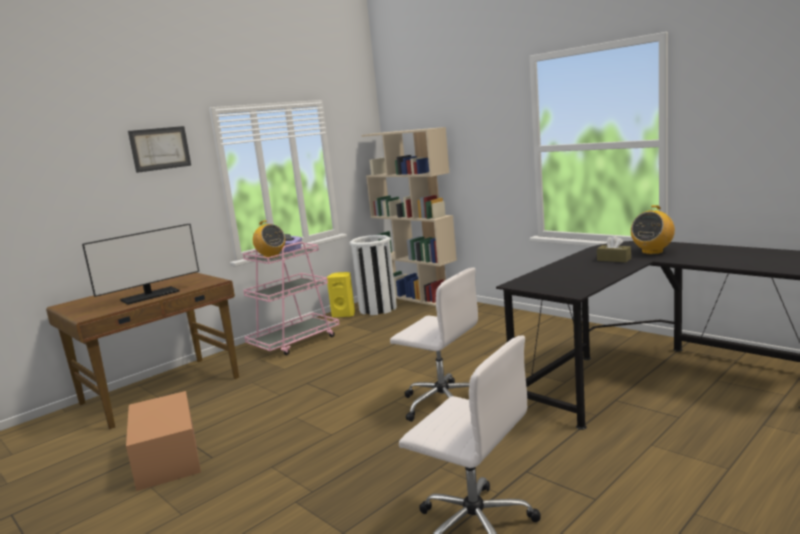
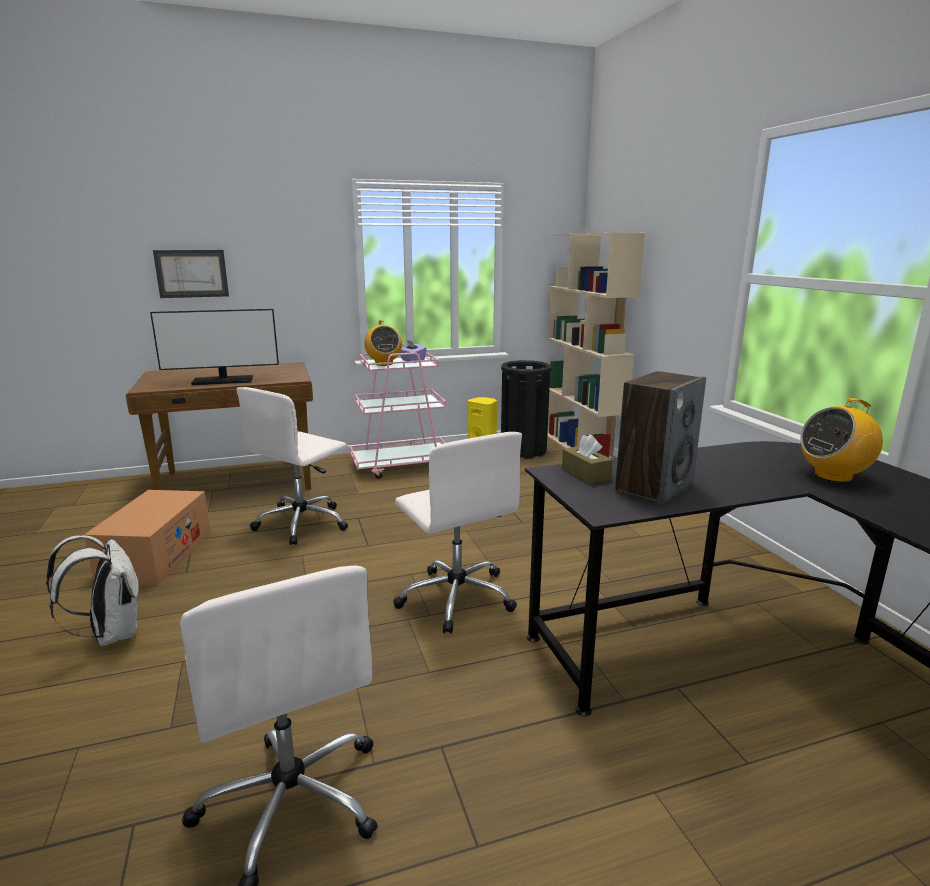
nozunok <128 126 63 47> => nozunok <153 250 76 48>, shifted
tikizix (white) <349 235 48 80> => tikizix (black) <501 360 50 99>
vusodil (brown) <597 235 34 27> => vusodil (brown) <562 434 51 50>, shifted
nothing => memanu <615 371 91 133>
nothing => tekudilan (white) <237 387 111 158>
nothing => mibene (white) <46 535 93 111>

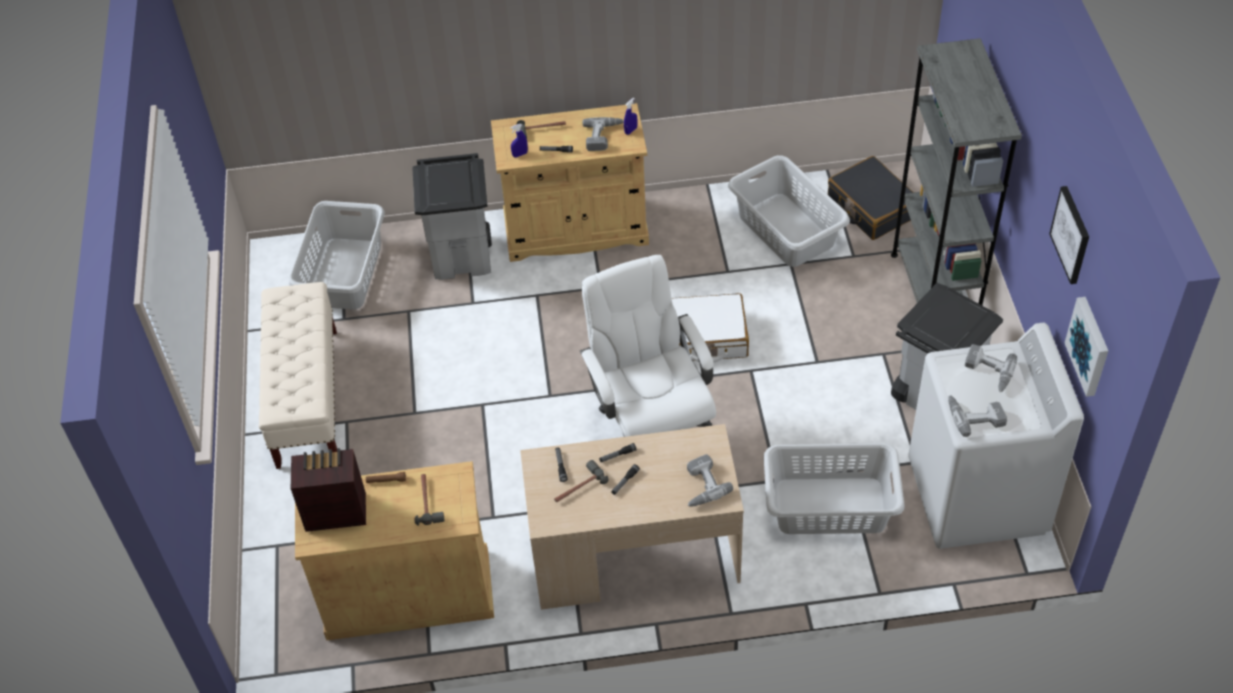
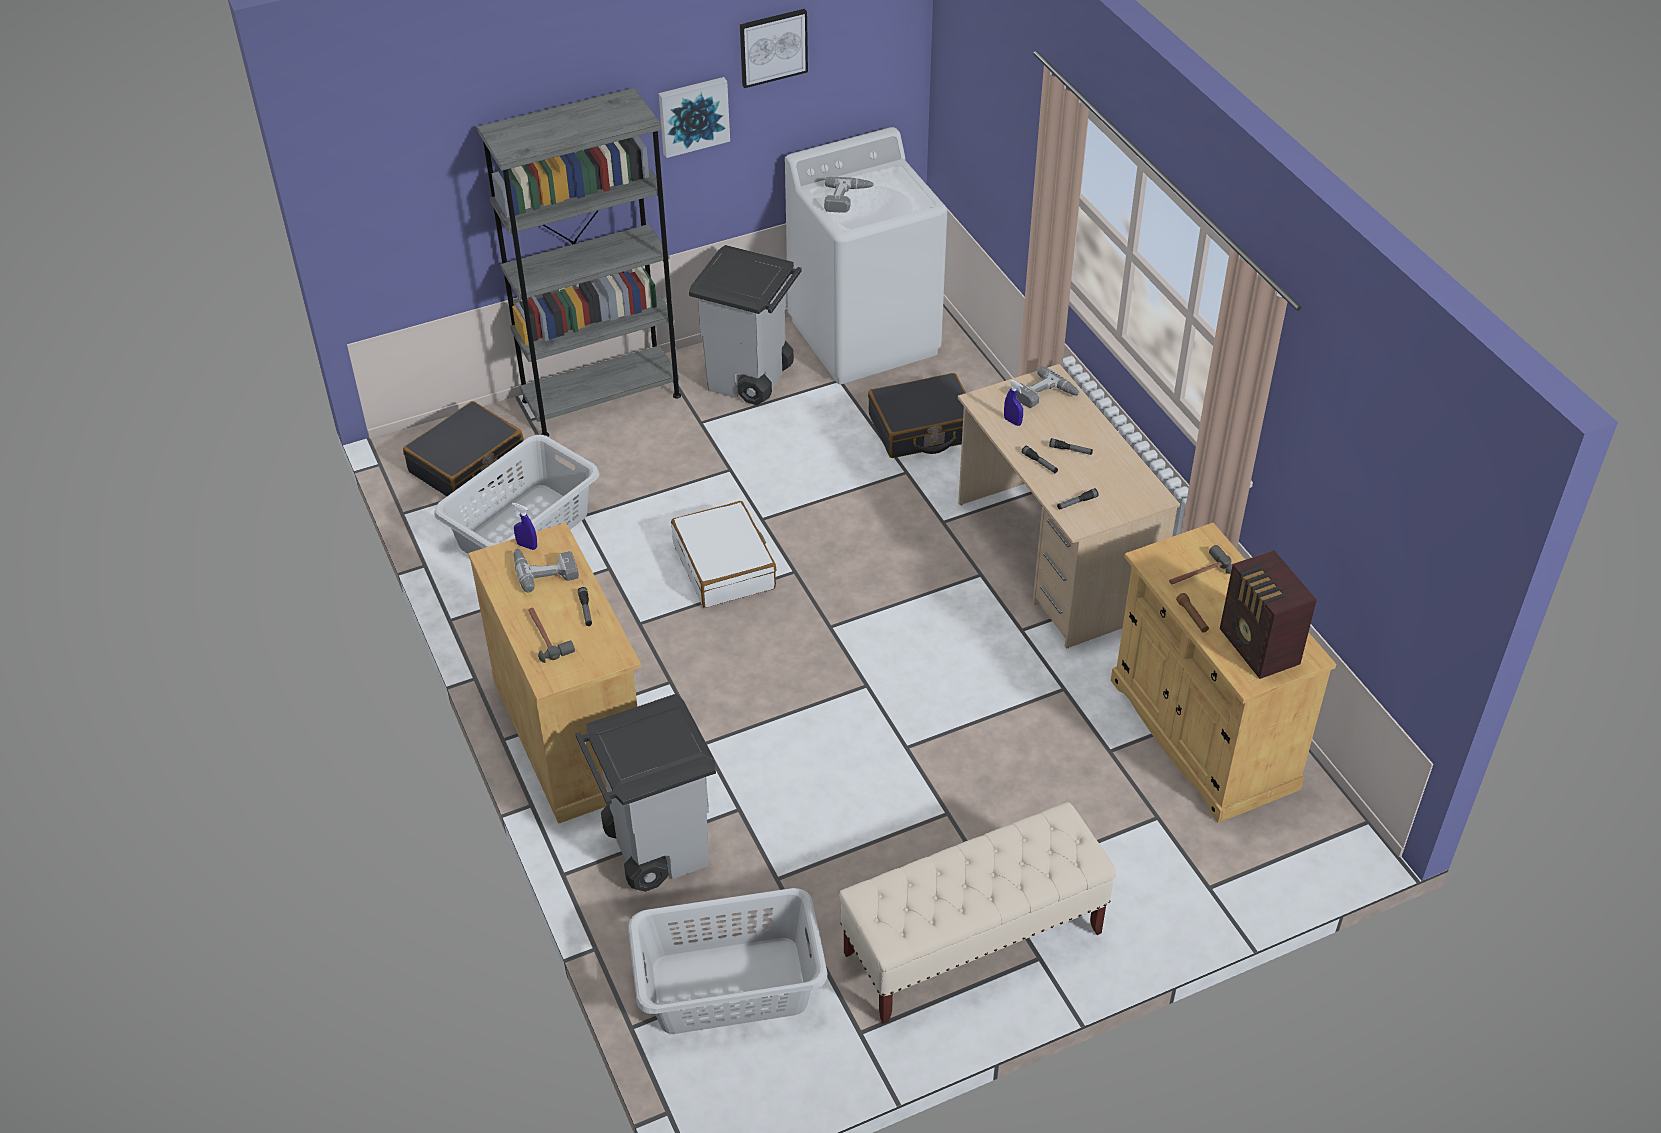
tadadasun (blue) <510 124 18 34> => tadadasun (blue) <1004 380 19 46>, shifted
tekudilan (white) <580 255 136 182> => nothing
nozunok <1065 297 43 100> => nozunok <659 77 71 81>, shifted
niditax <948 395 59 42> => nothing
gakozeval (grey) <764 443 141 91> => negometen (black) <868 373 98 85>
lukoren <554 460 54 42> => nothing

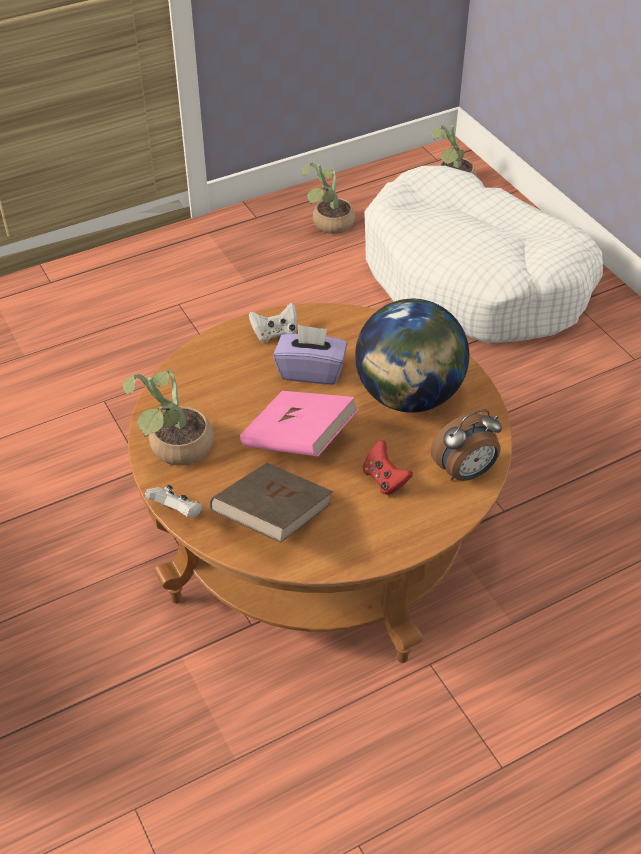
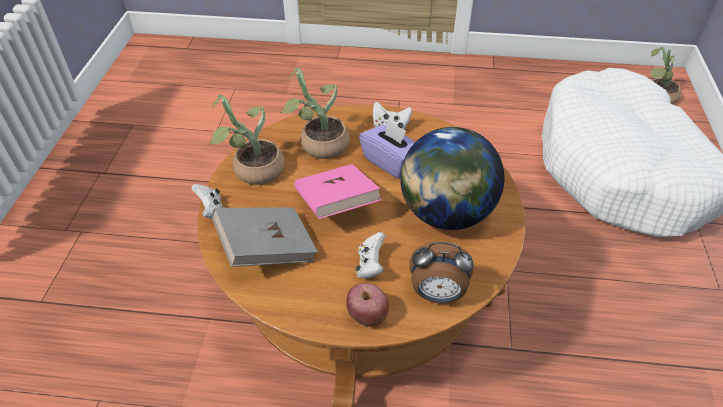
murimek <302 163 53 71> => murimek <280 68 70 91>, shifted
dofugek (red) <363 440 50 55> => dofugek (white) <356 232 30 47>
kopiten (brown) <210 463 123 80> => kopiten (grey) <212 208 106 59>
nothing => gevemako <347 283 42 43>

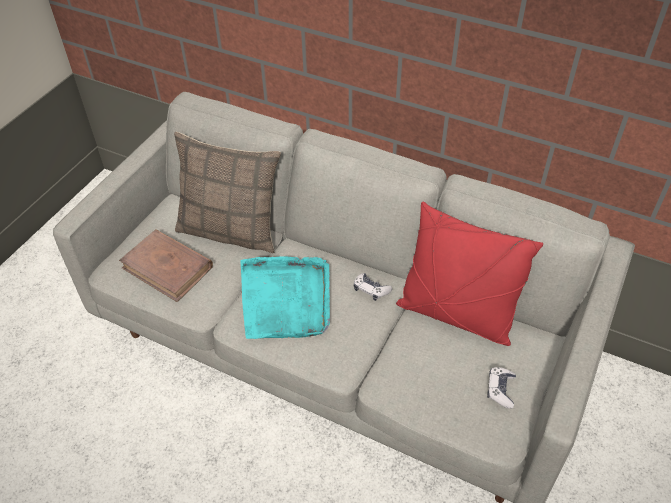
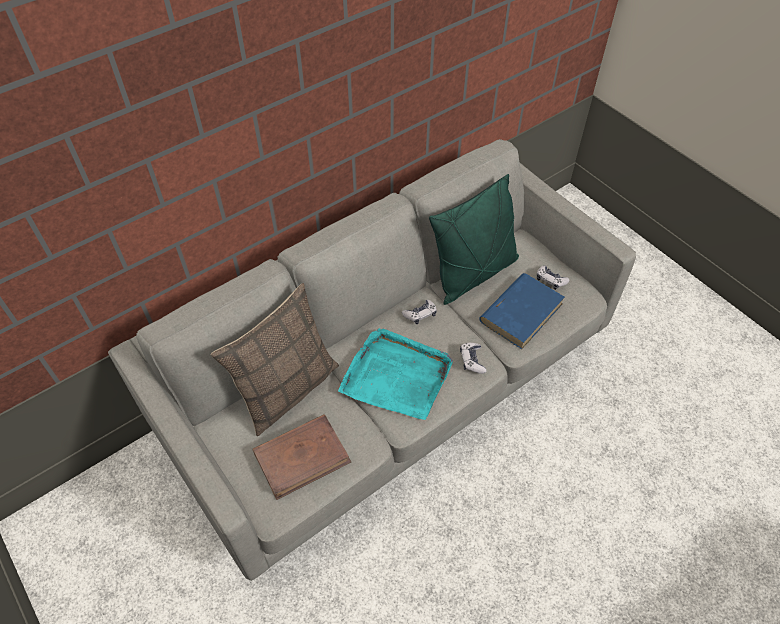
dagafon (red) <396 202 147 144> => dagafon (green) <429 174 90 131>
nothing => kopiten (blue) <479 273 86 76>
nothing => dofugek <460 343 27 31>

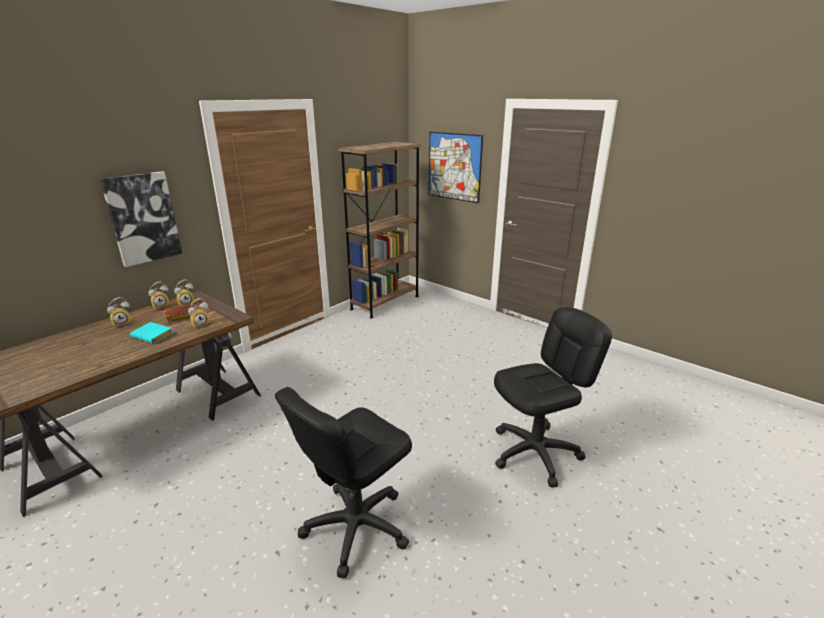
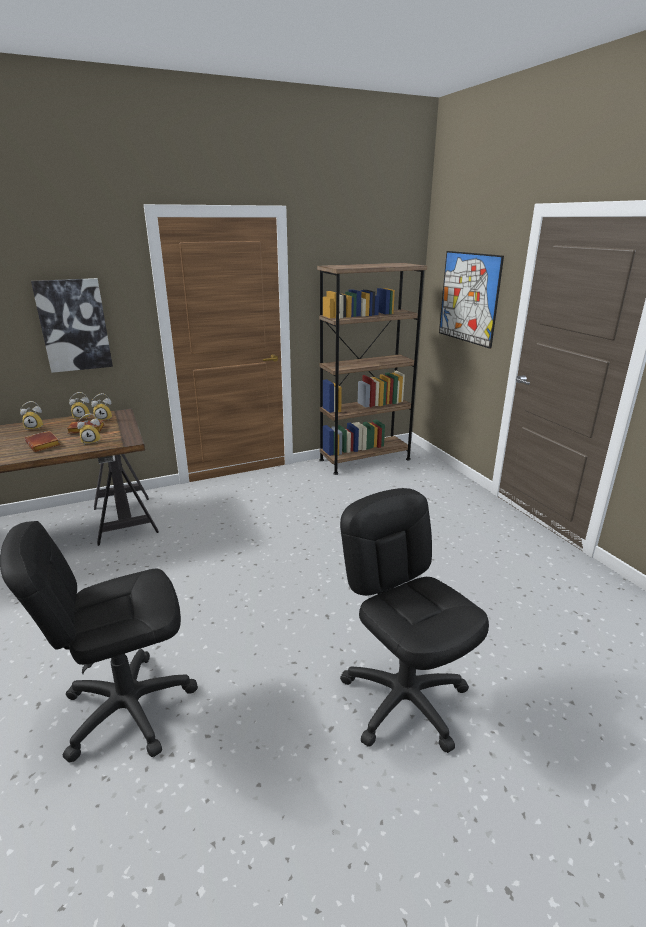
tekudilan (black) <494 307 118 181> => tekudilan (black) <340 488 149 265>, 120 degrees counterclockwise
kopiten (turquoise) <130 322 43 22> => kopiten (brown) <24 430 36 22>

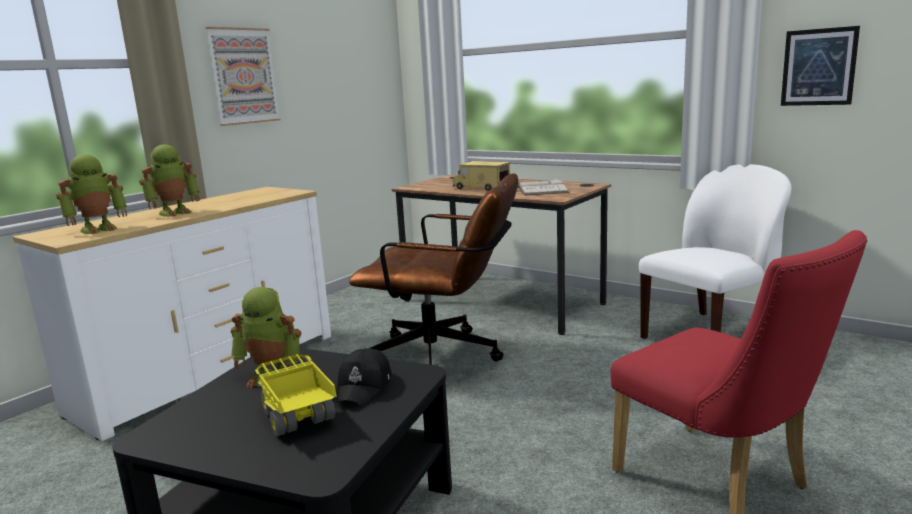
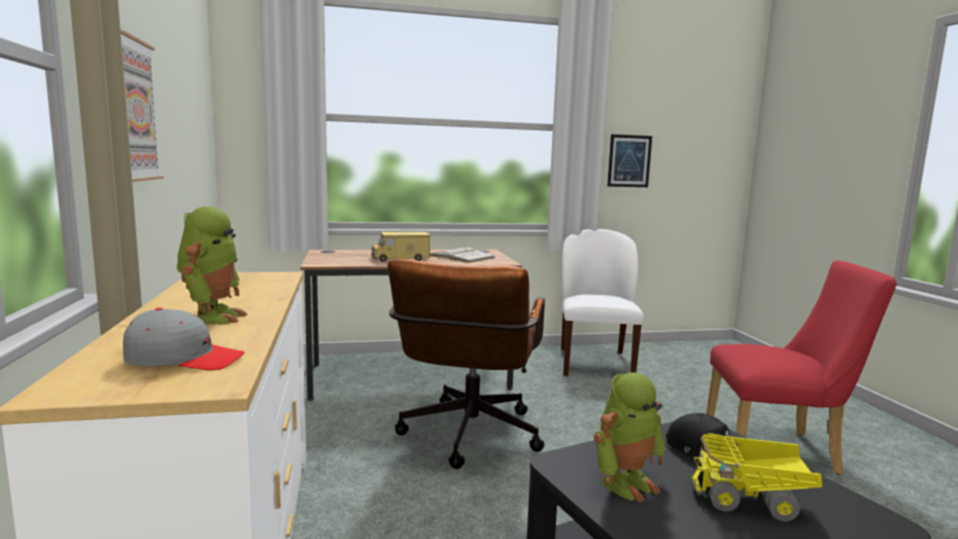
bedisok <56 154 71 80> => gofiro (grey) <123 308 121 62>
tekudilan (brown) <349 173 169 192> => tekudilan (brown) <388 259 157 210>, 135 degrees clockwise

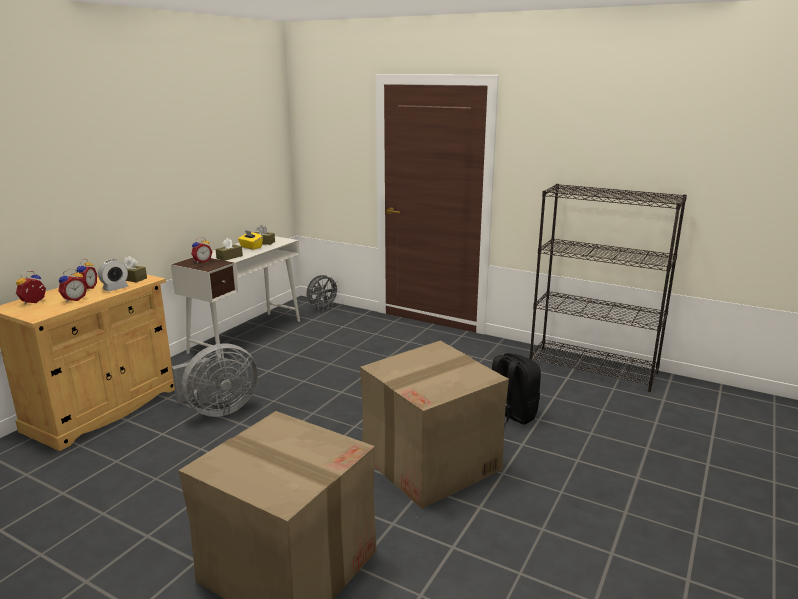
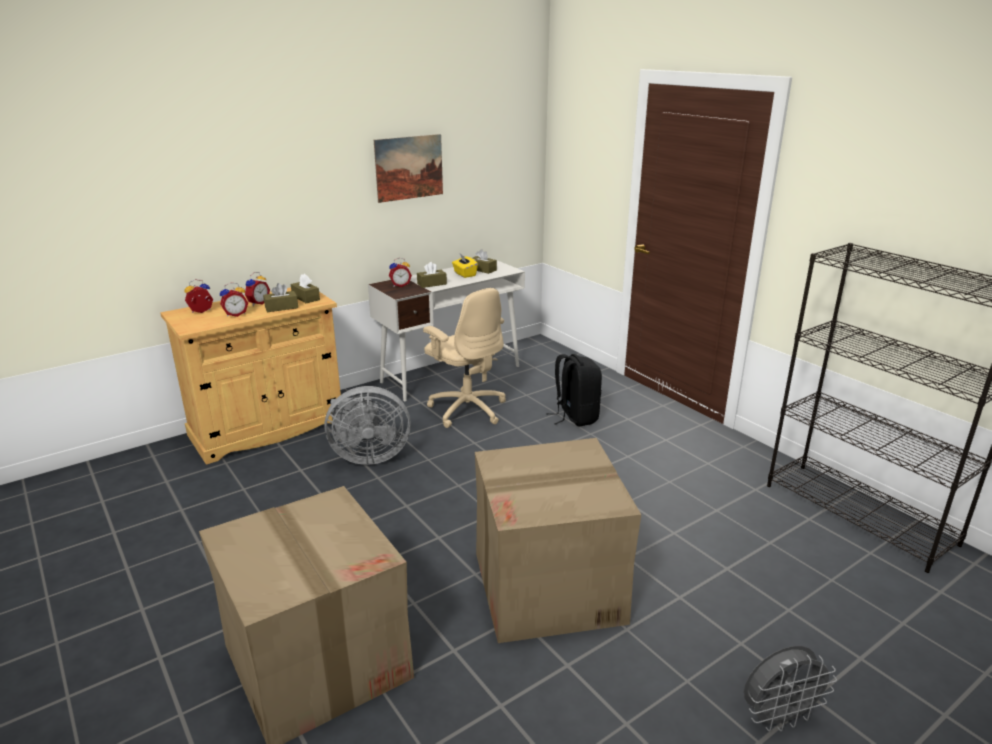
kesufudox <98 259 31 33> => vusodil (brown) <263 283 35 29>
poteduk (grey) <306 274 34 37> => poteduk (grey) <744 646 93 86>, shifted
mibene (black) <492 353 49 74> => mibene (black) <546 354 56 73>, shifted
nothing => nozunok <374 134 69 69>
nothing => tekudilan (beige) <423 288 83 140>

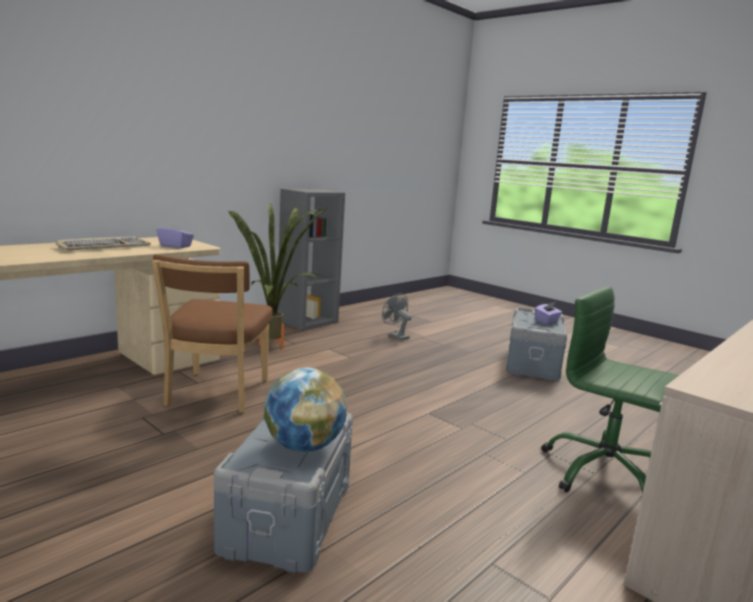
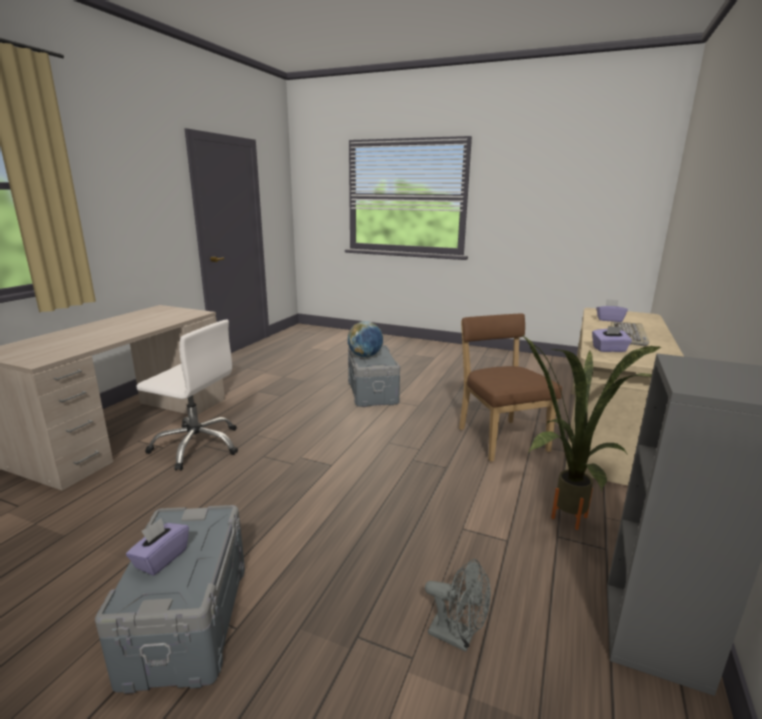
tekudilan (green) <541 286 138 208> => tekudilan (white) <136 320 102 151>
nothing => vusodil (purple) <596 299 32 23>

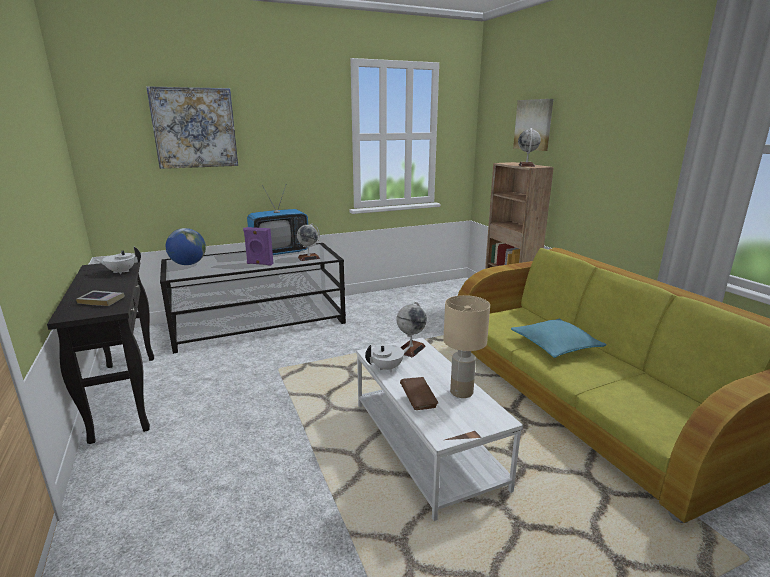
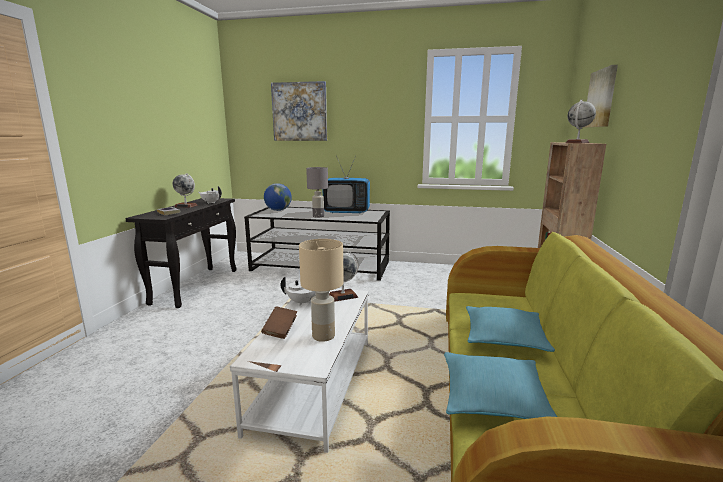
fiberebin <297 223 23 38> => fiberebin <172 173 26 35>, shifted
memanu (purple) <243 227 31 39> => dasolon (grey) <306 167 22 51>
nothing => dagafon (turquoise) <444 352 113 67>

